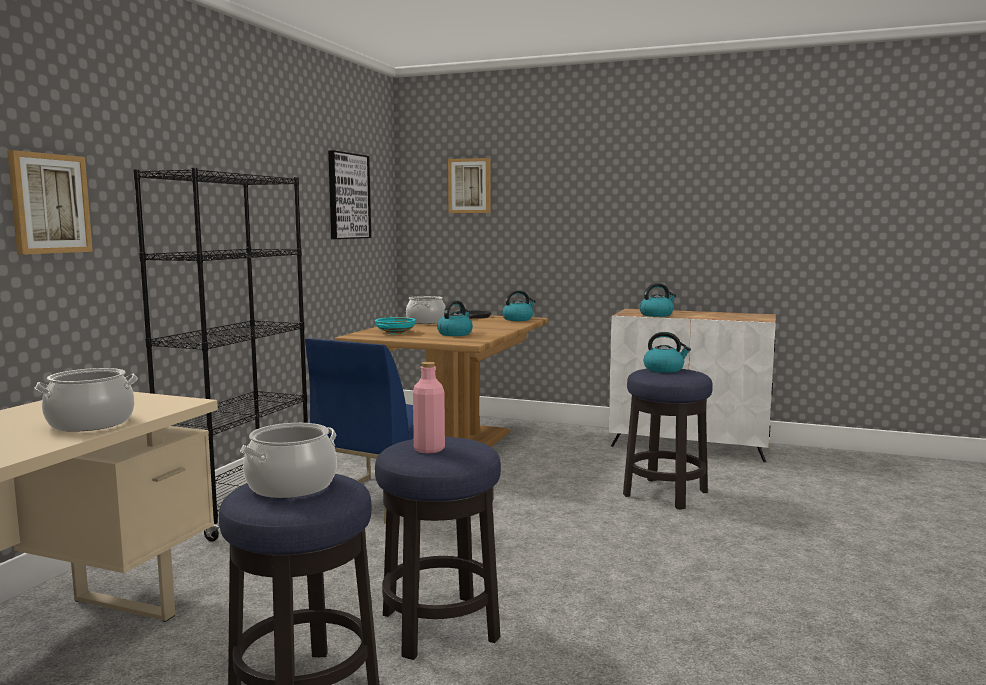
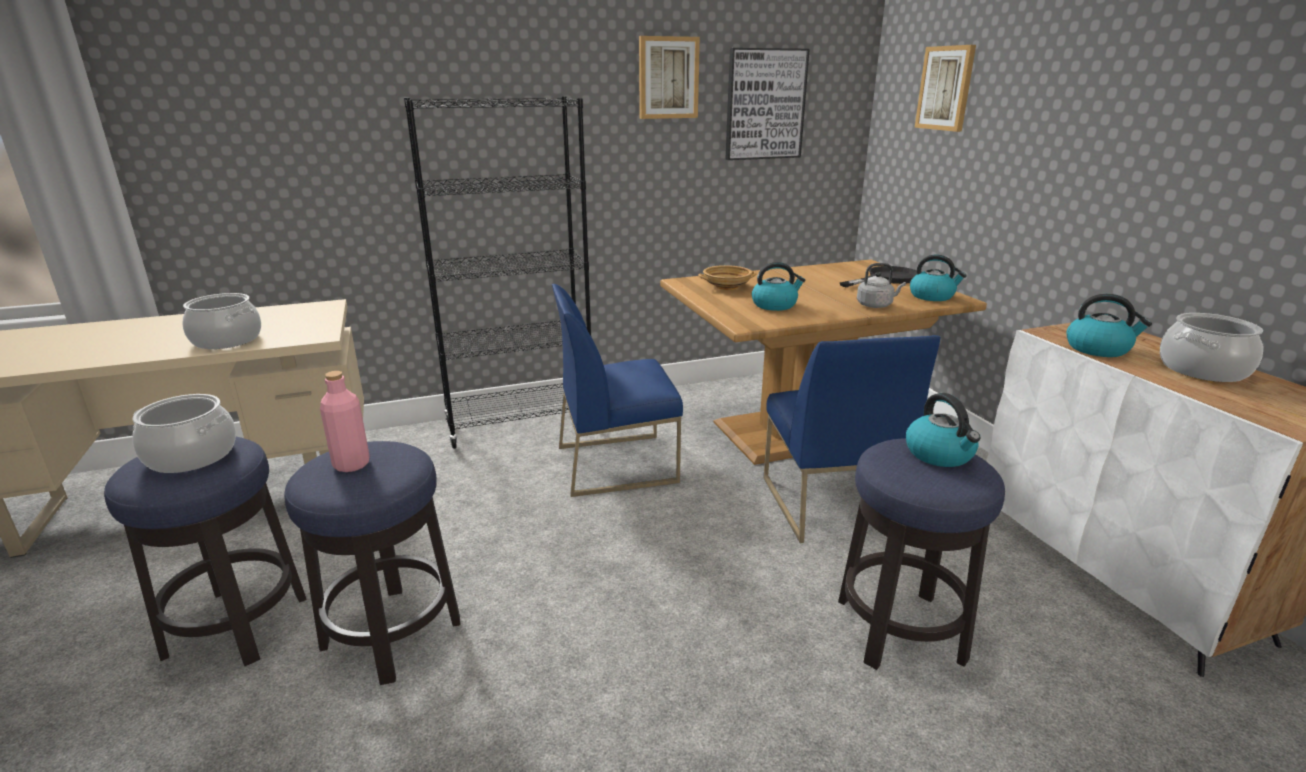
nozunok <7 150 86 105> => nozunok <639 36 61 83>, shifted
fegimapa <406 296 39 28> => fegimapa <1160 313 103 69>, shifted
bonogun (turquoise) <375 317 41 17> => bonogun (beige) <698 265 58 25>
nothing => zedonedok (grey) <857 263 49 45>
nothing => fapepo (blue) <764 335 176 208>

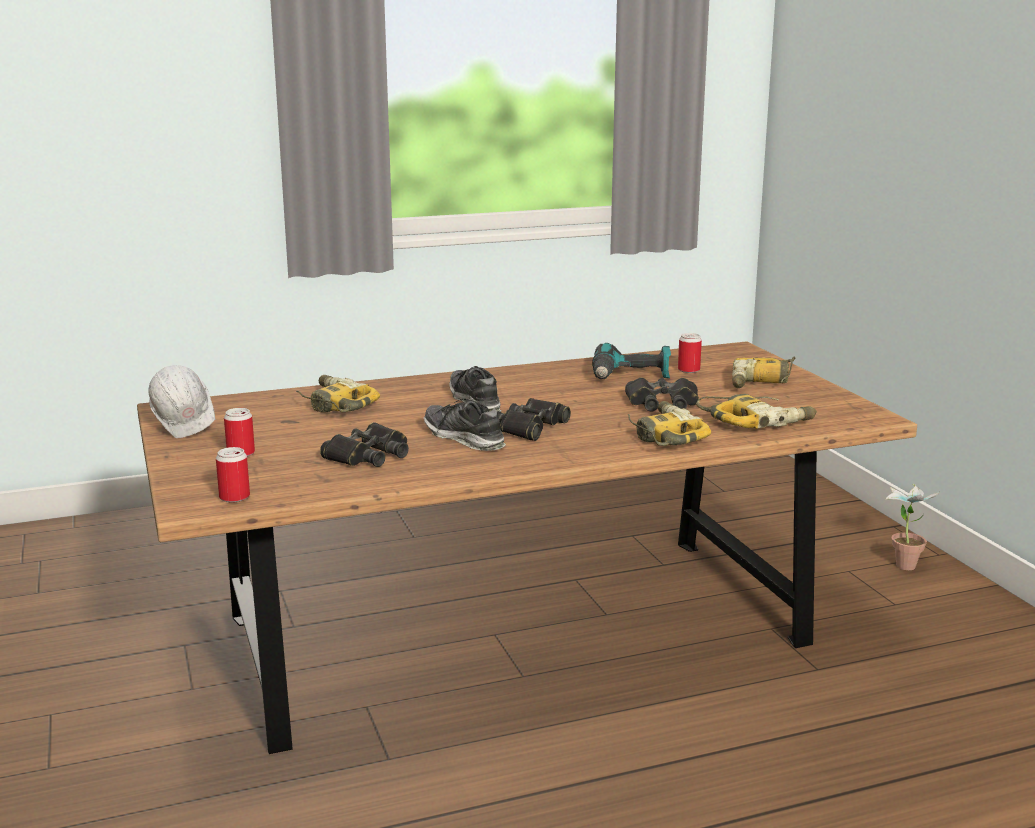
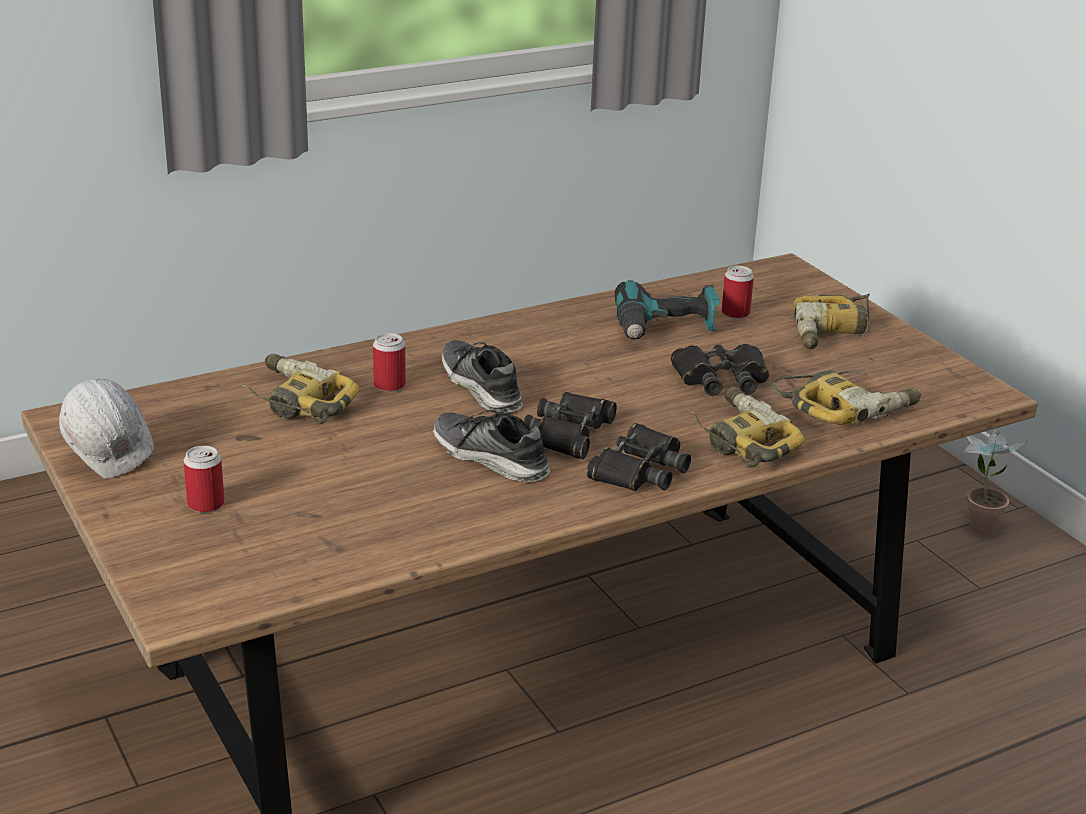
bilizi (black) <320 422 89 45> => bilizi (black) <586 423 105 68>, shifted
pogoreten <216 447 34 56> => pogoreten <373 333 33 59>, shifted

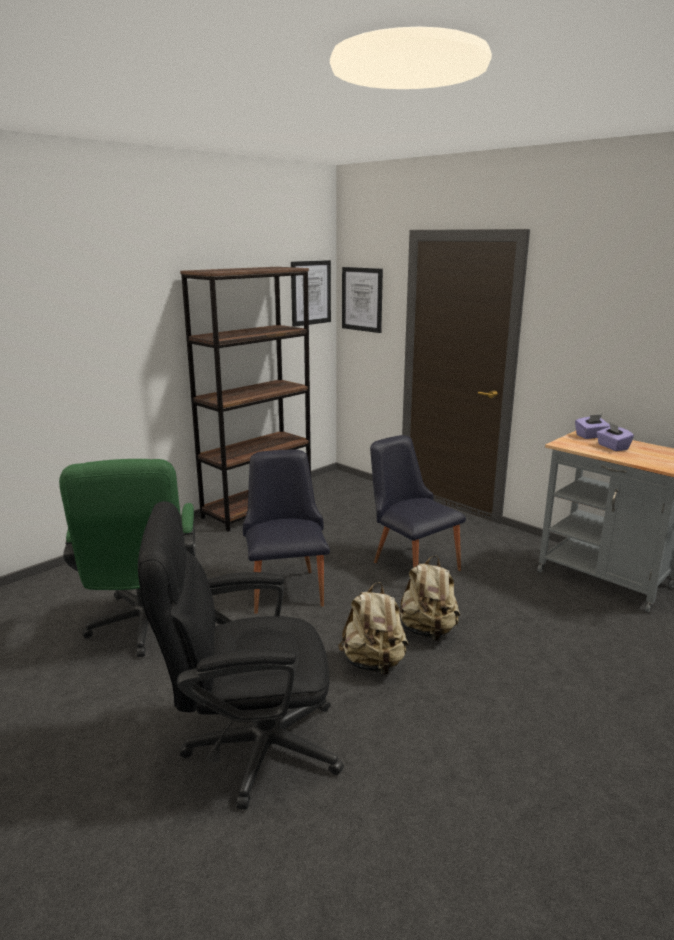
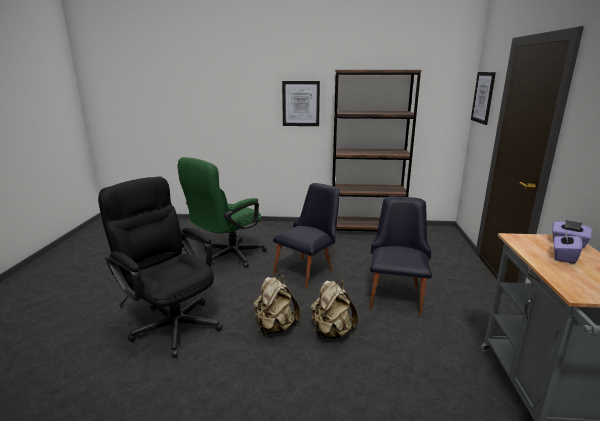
nozunok <291 260 40 67> => nozunok <282 81 38 45>, shifted

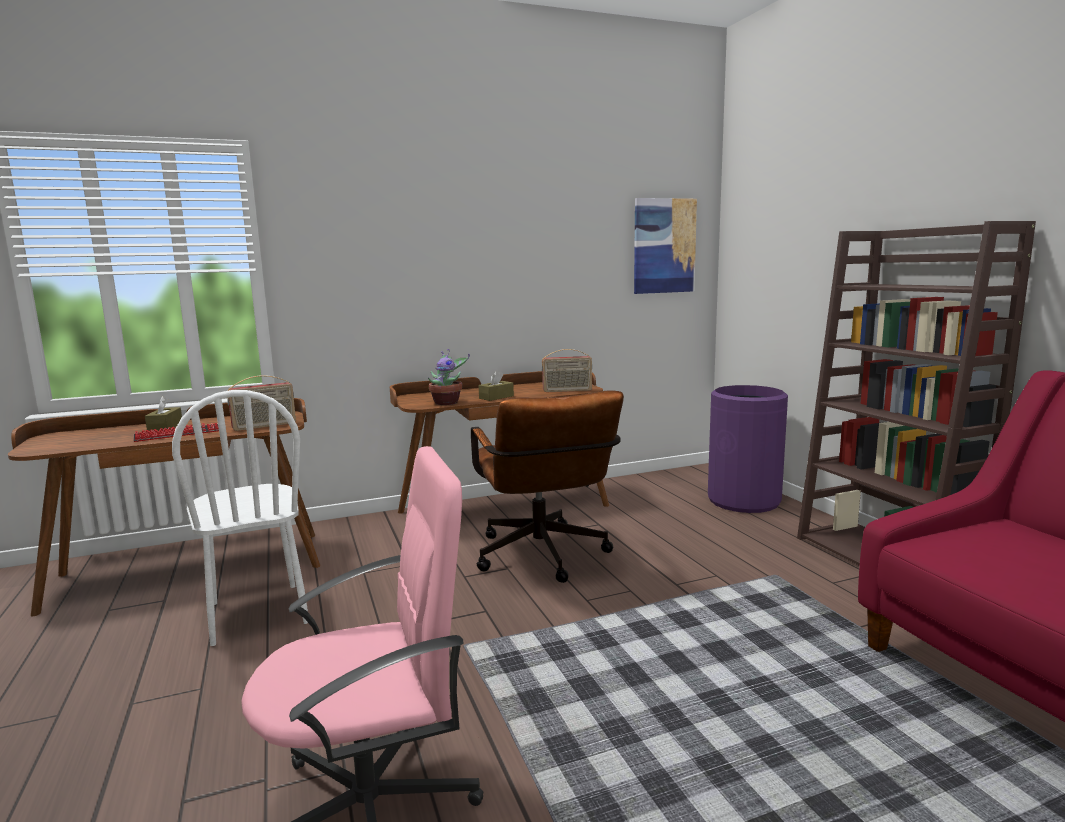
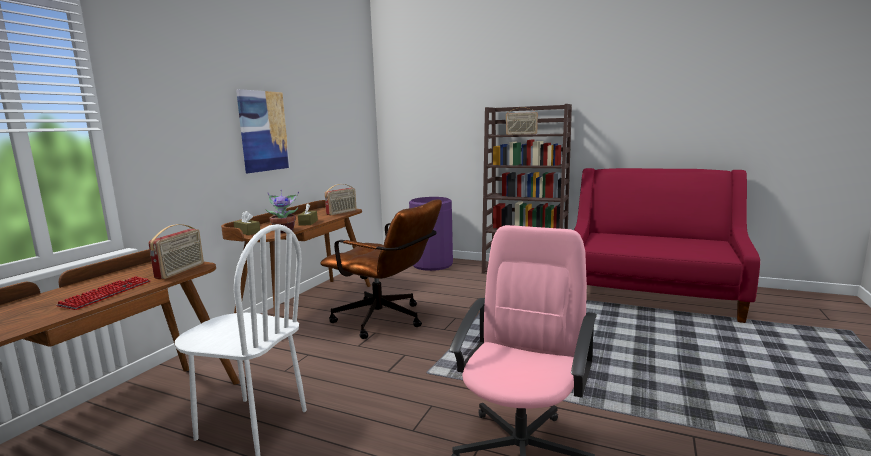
nozunok <634 198 63 96> => nozunok <236 89 54 84>, shifted
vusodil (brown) <145 396 37 35> => vusodil (brown) <233 211 27 24>, shifted
nothing => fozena <505 107 33 28>

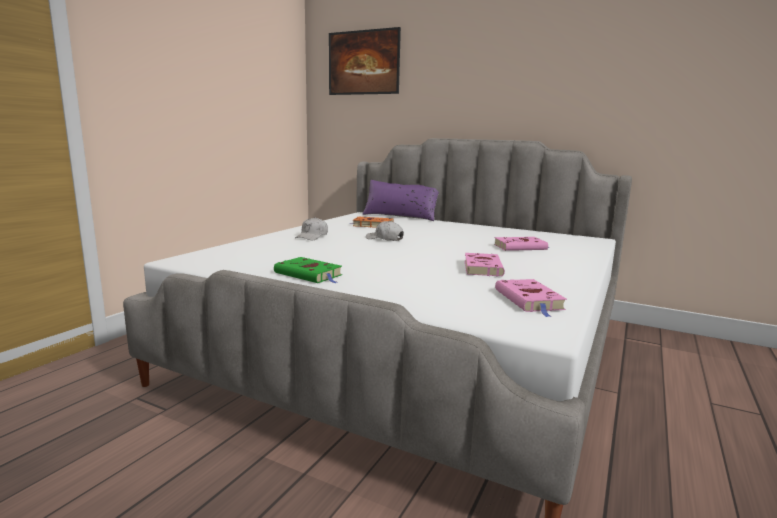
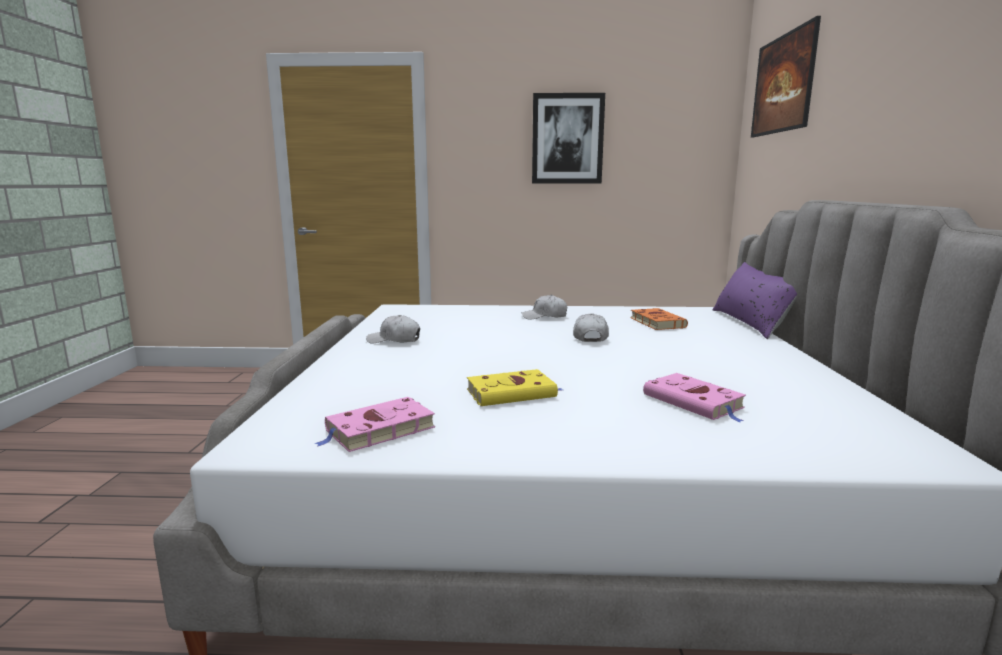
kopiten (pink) <465 253 40 24> => kopiten (yellow) <467 369 95 37>
kopiten (green) <274 257 68 26> => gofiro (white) <366 315 54 29>
nothing => nozunok <532 93 73 91>

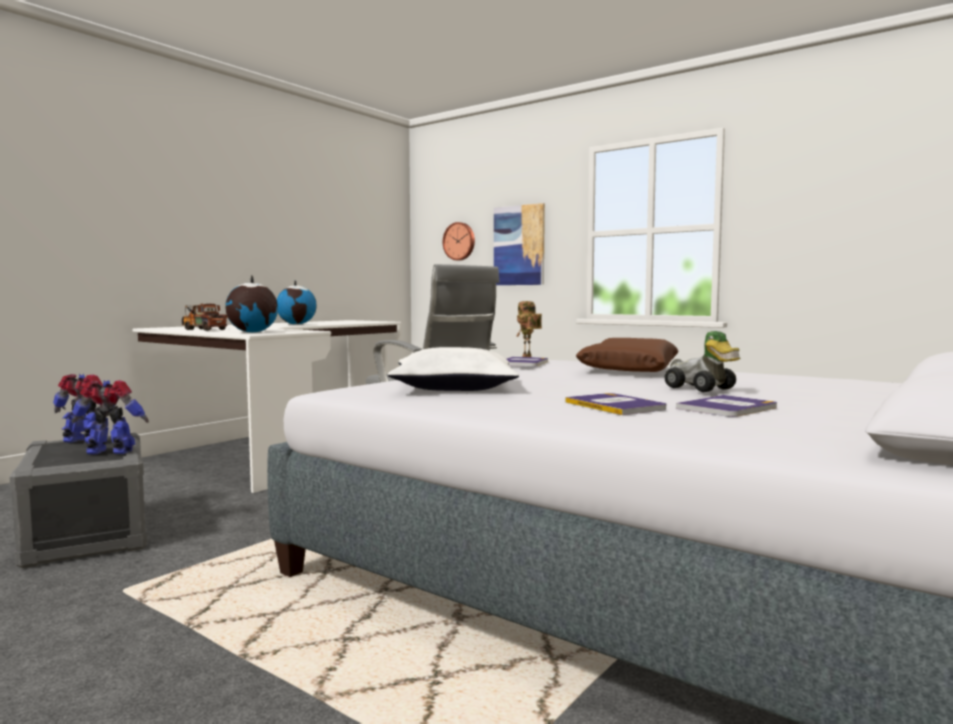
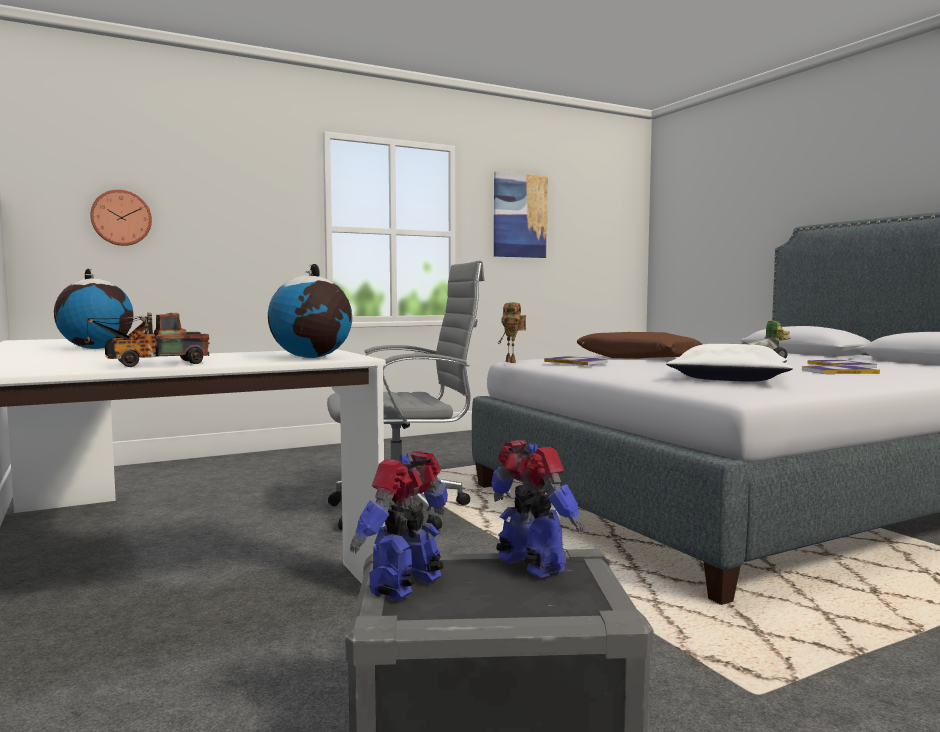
nozunok <494 203 51 82> => nozunok <494 171 54 87>, shifted
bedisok <72 380 77 74> => bedisok <491 440 94 138>, 120 degrees clockwise

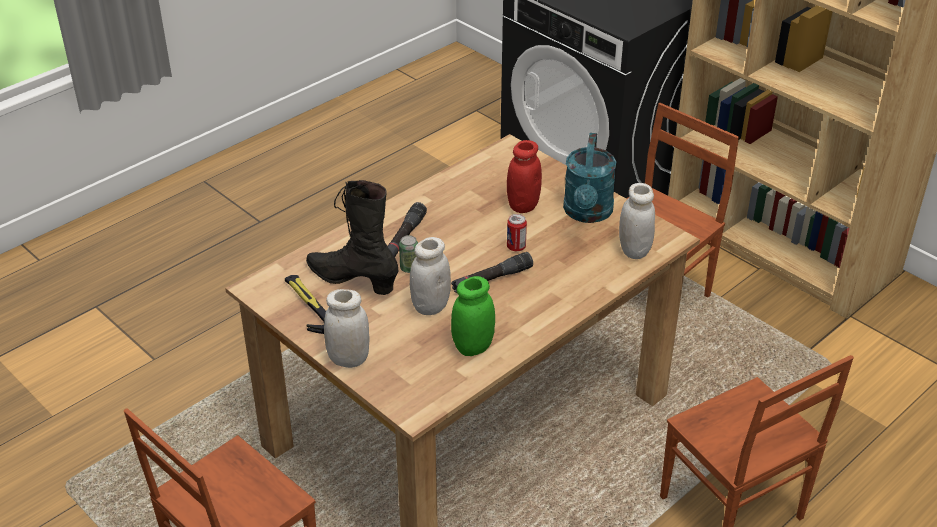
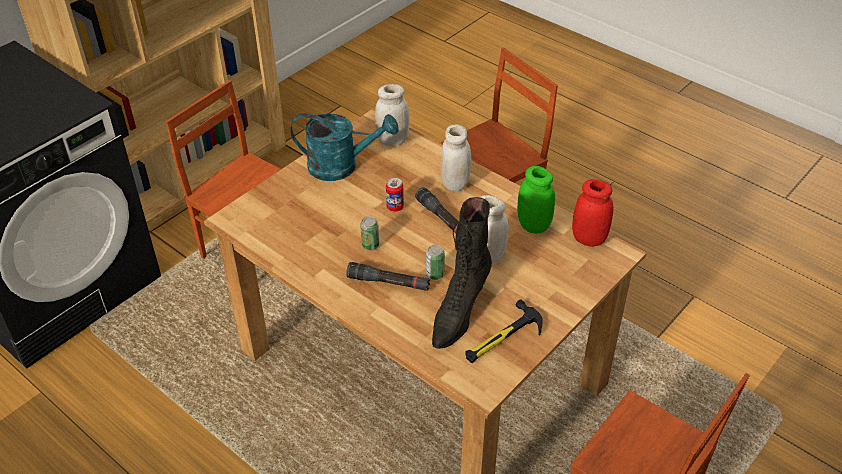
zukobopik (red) <507 140 35 73> => zukobopik (red) <572 179 41 68>, shifted
zukobopik (white) <324 289 46 79> => zukobopik (white) <441 124 30 68>, shifted
nothing => pogoreten <360 216 19 34>

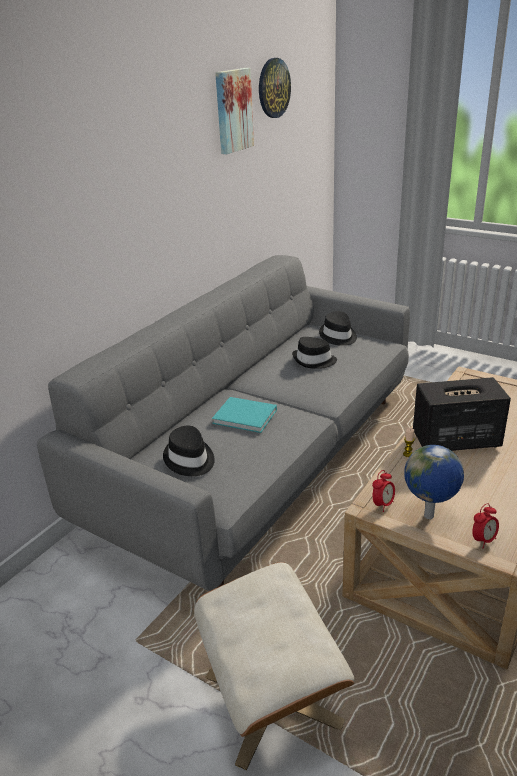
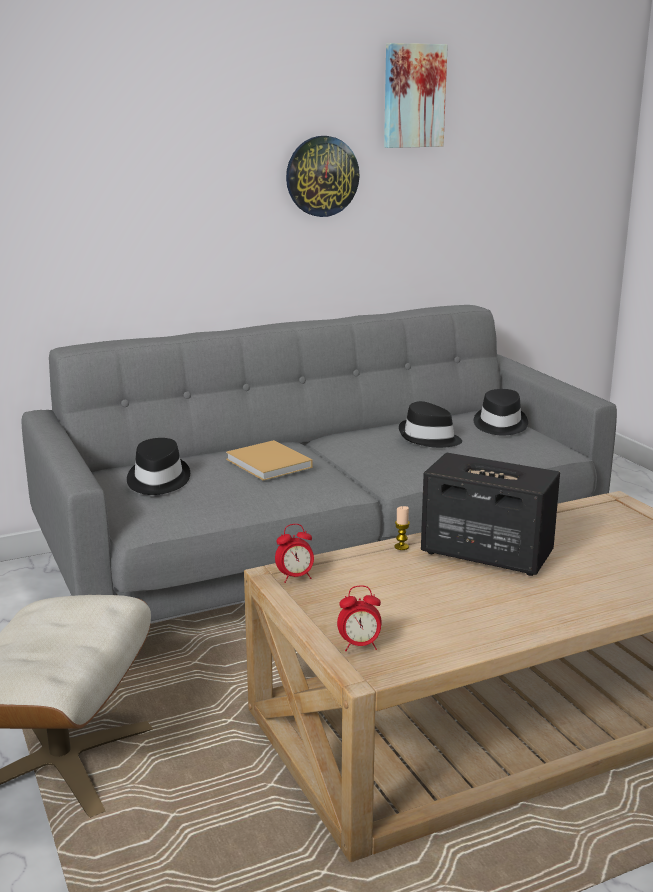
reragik <259 58 32 60> => reragik <286 136 74 81>, shifted
kopiten (turquoise) <212 397 65 36> => kopiten (beige) <226 440 87 41>
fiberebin <404 445 60 74> => nothing

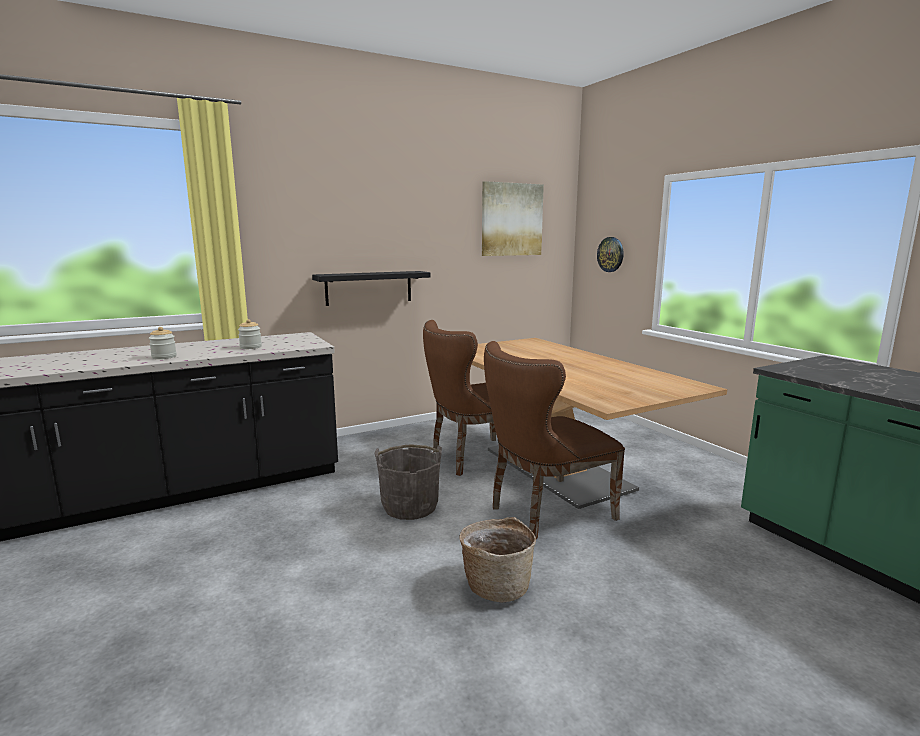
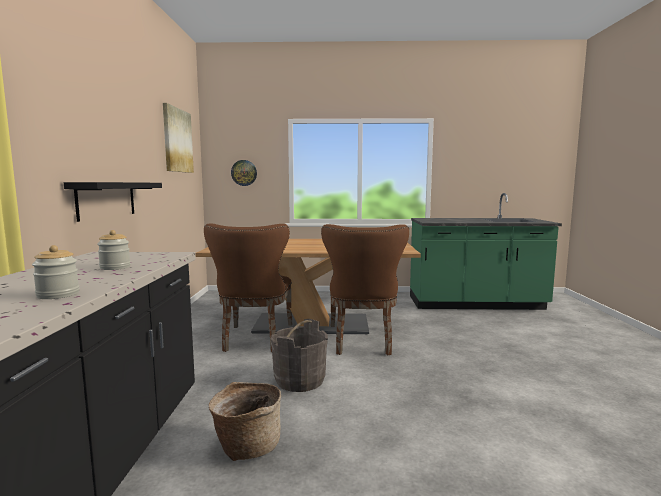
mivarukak <460 517 76 85> => mivarukak <209 382 72 79>, shifted

